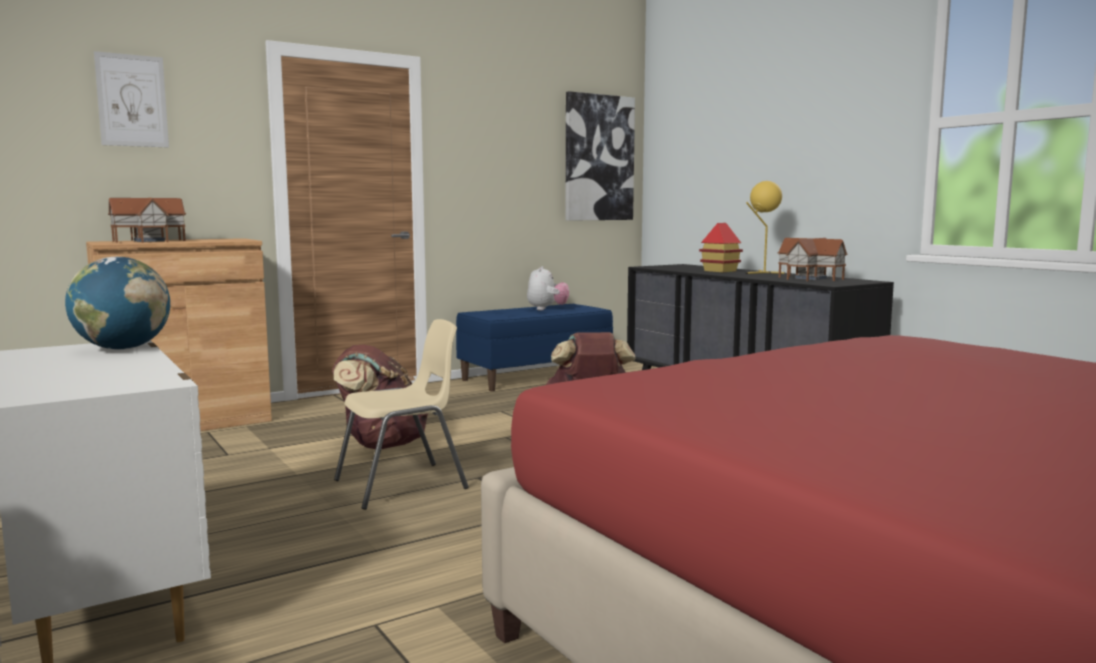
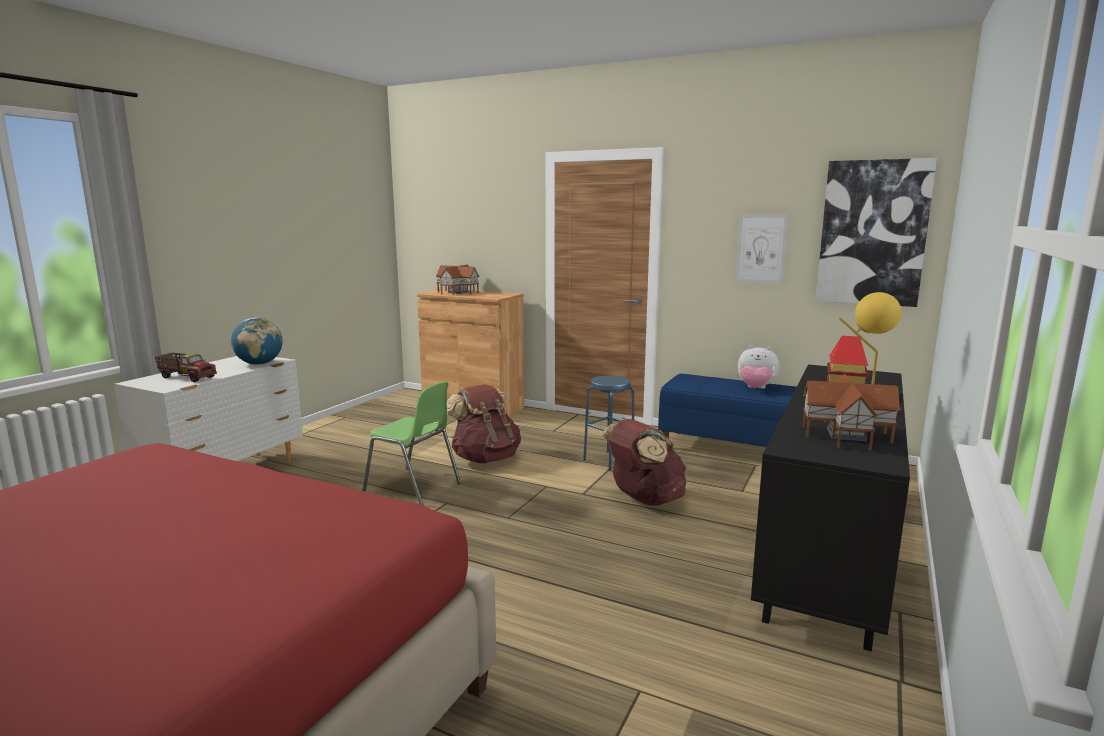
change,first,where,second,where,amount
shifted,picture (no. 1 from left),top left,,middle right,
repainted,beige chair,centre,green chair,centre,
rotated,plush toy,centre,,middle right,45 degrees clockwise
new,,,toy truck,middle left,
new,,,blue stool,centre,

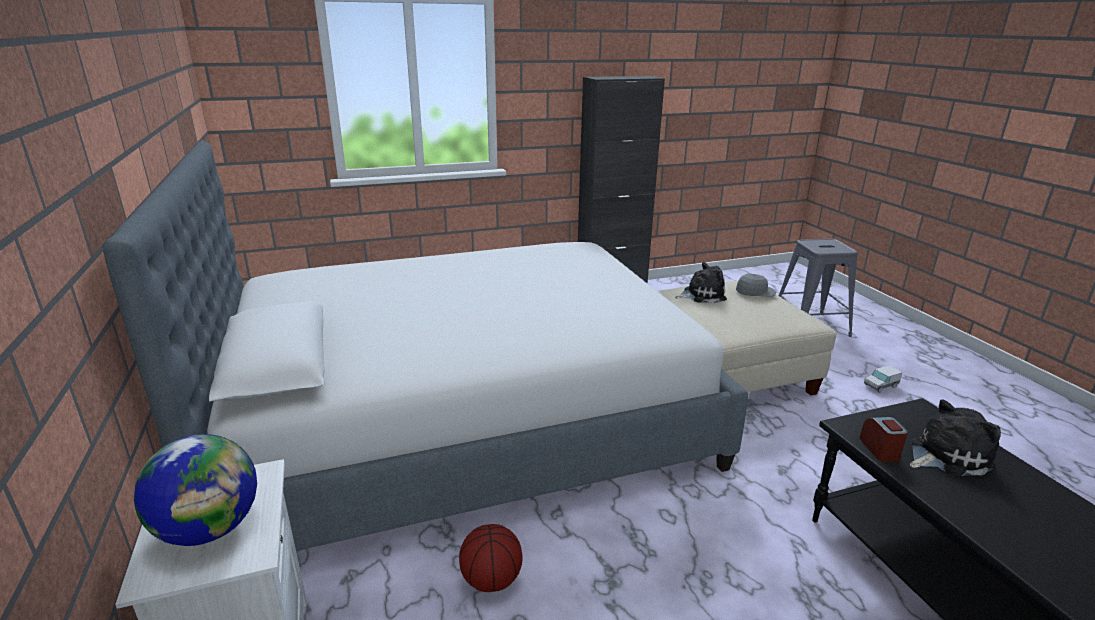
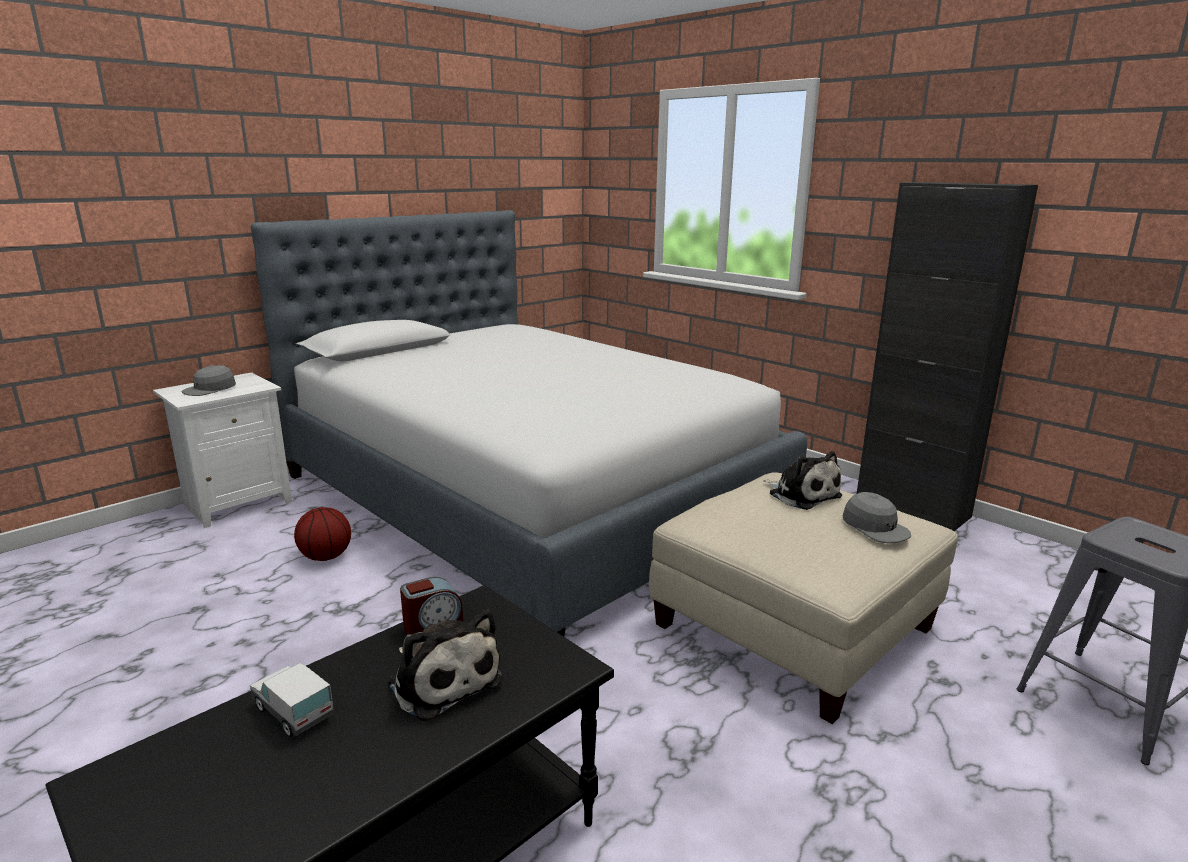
change,first,where,second,where,amount
swapped,globe,bottom left,grey cap (no. 1 from left),middle left,
shifted,toy truck,middle right,,bottom left,

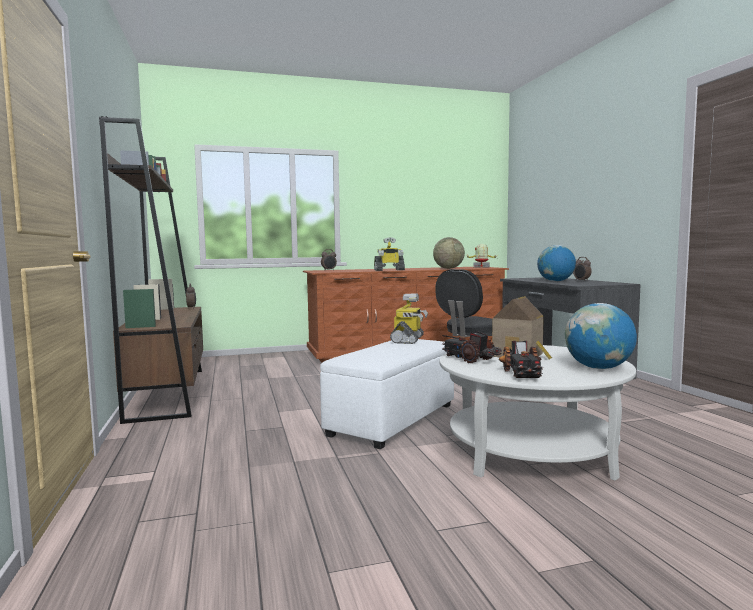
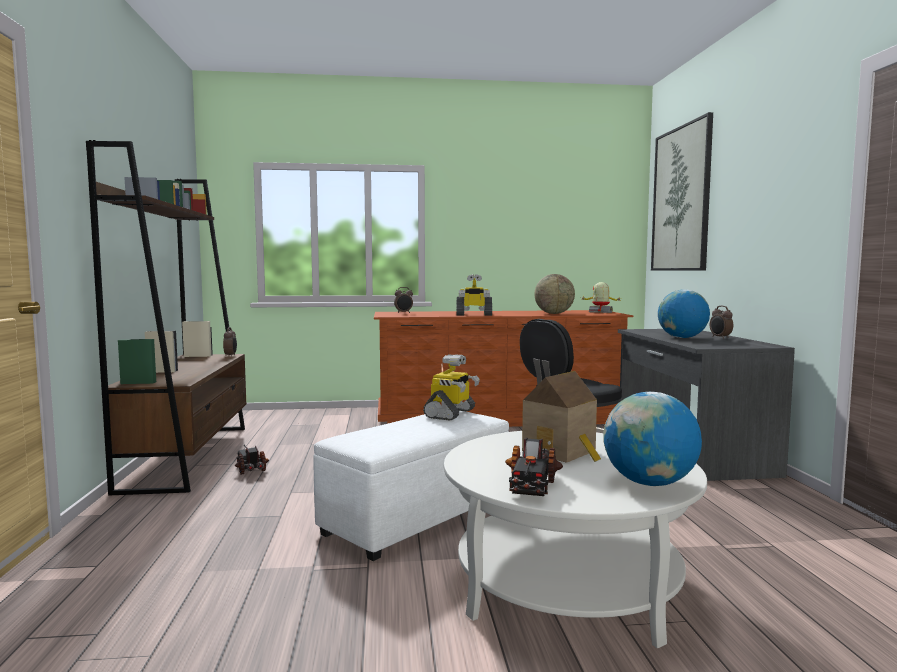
change,first,where,second,where,amount
shifted,toy truck (no. 1 from left),centre,,bottom left,
new,,,picture,top right,

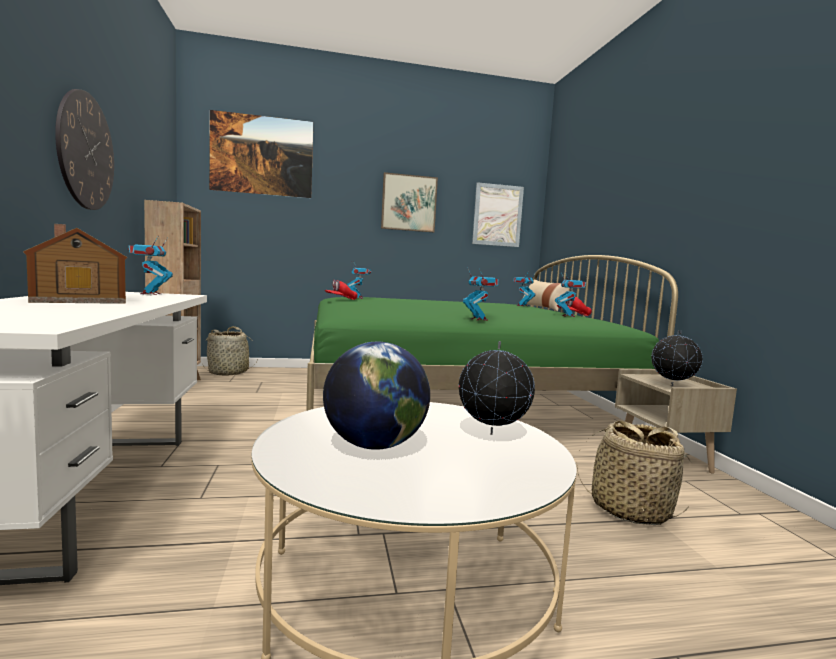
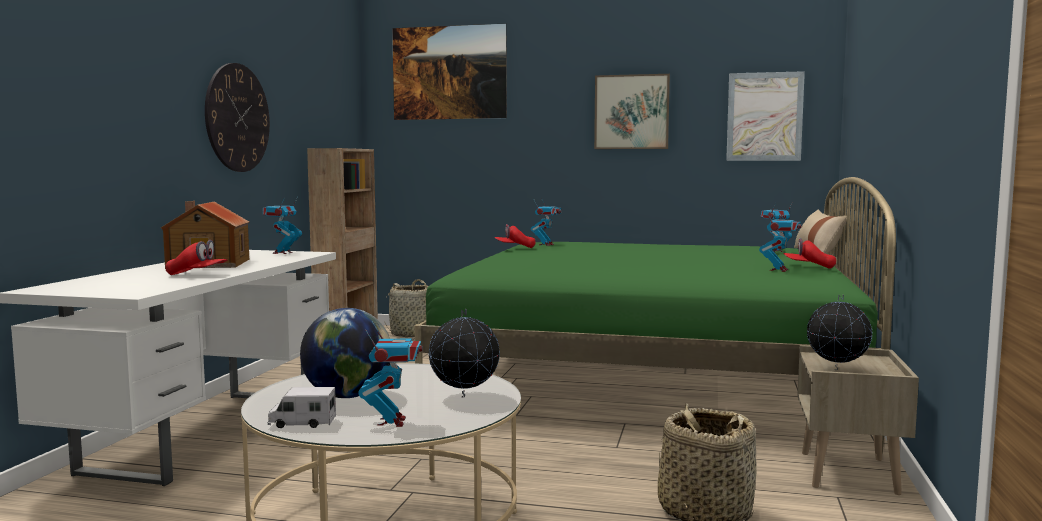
change,first,where,second,where,amount
shifted,toy robot (no. 3 from left in the first image),centre,toy robot (no. 2 from left),bottom centre,
new,,,red cap (no. 1 from left),middle left,
new,,,toy truck,bottom left,

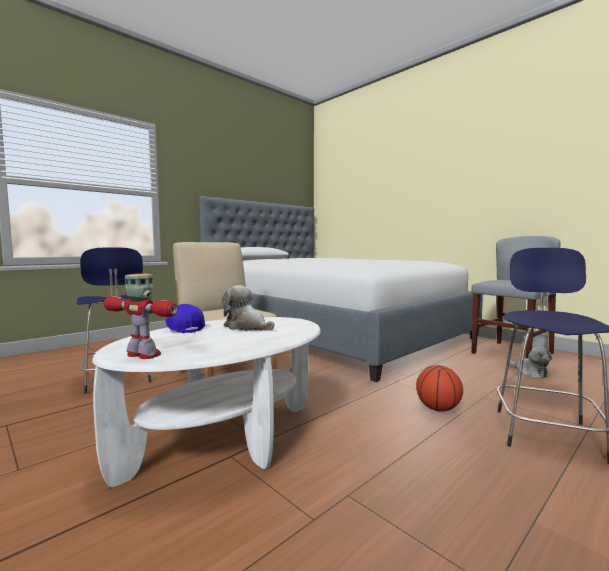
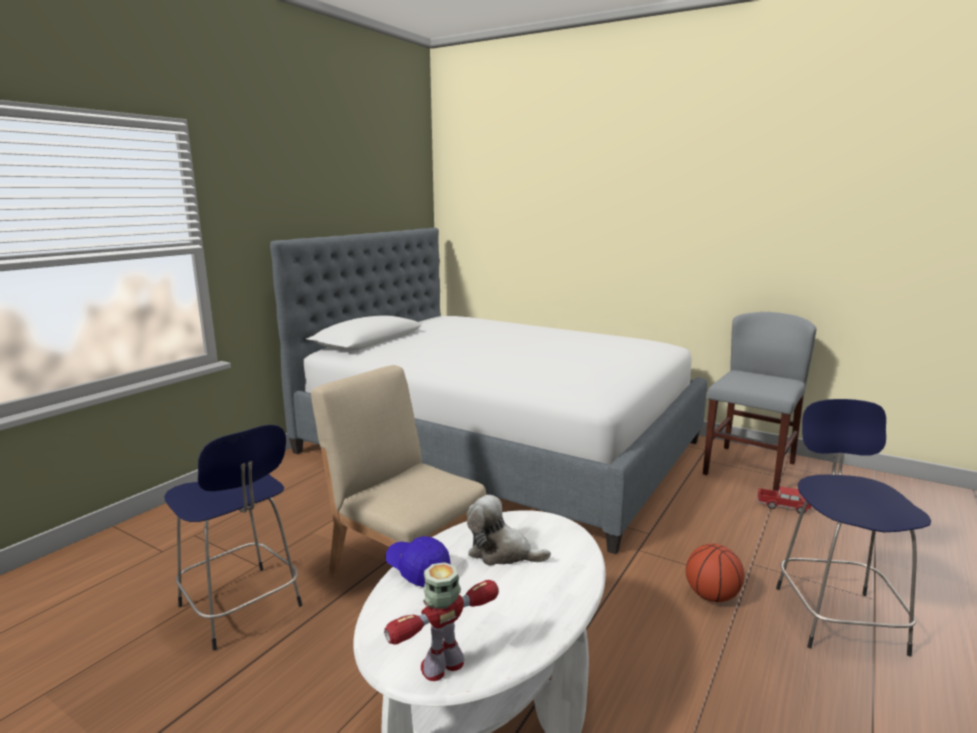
change,first,where,second,where,amount
rotated,toy robot,middle left,,bottom centre,45 degrees counterclockwise
swapped,plush toy (no. 2 from left),middle right,toy truck,bottom right,

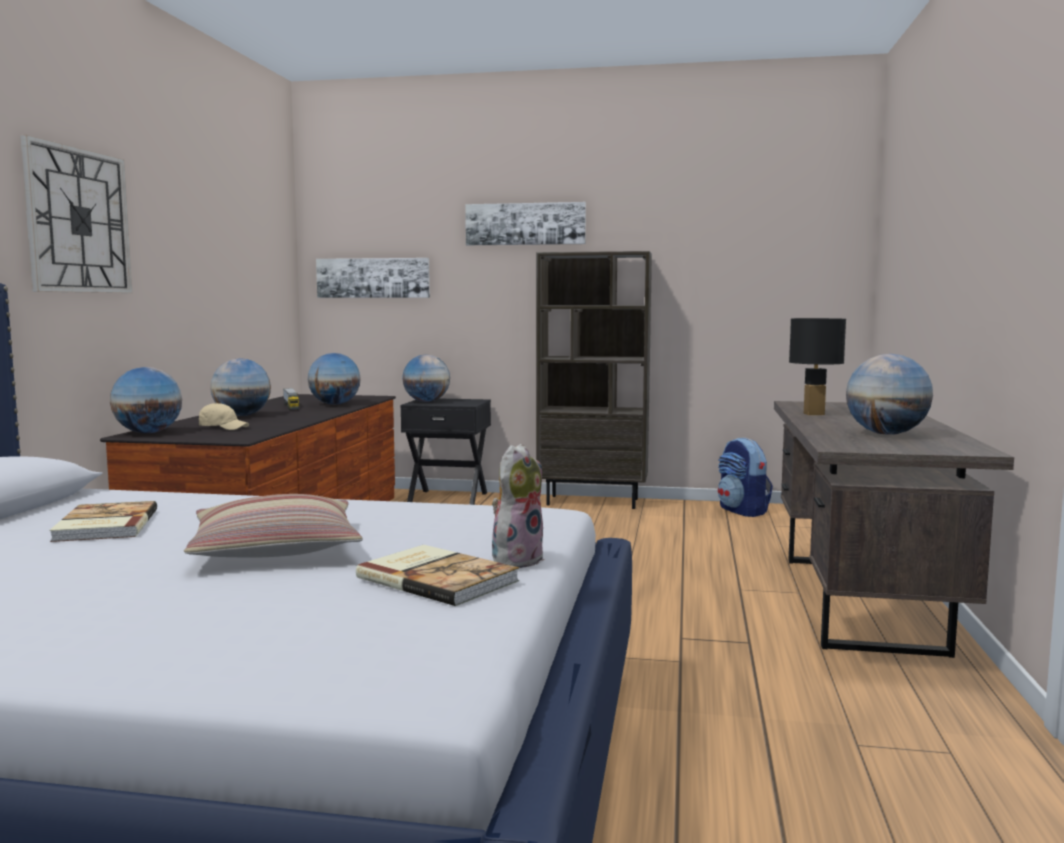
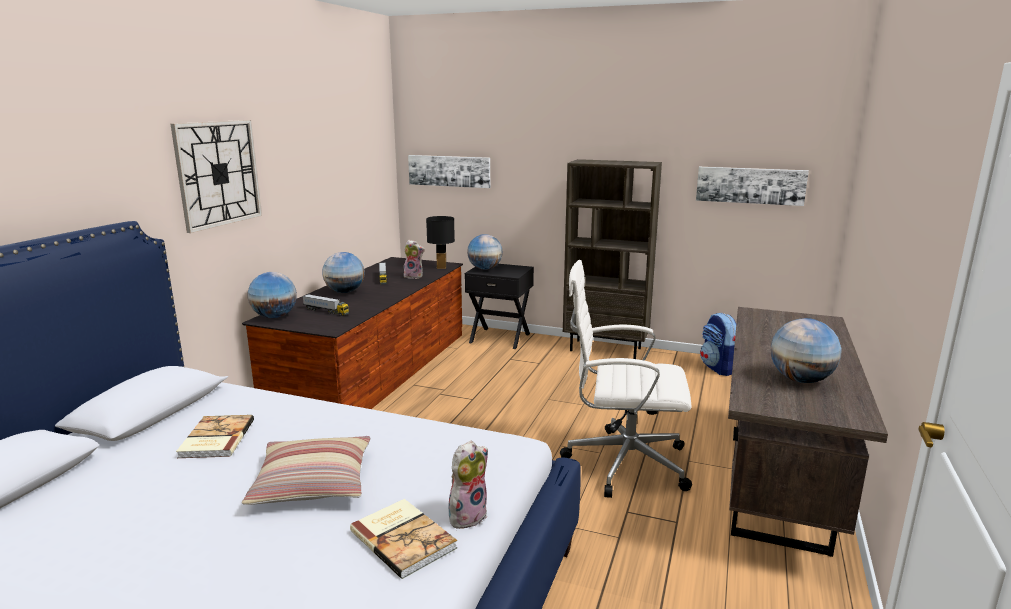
change,first,where,second,where,amount
swapped,beige cap,middle left,toy truck (no. 1 from left),middle left,
swapped,globe (no. 3 from left),middle left,plush toy (no. 1 from left),centre,
shifted,picture (no. 2 from left),top centre,,top right,
shifted,black table lamp,middle right,,centre,
new,,,white office chair,centre,

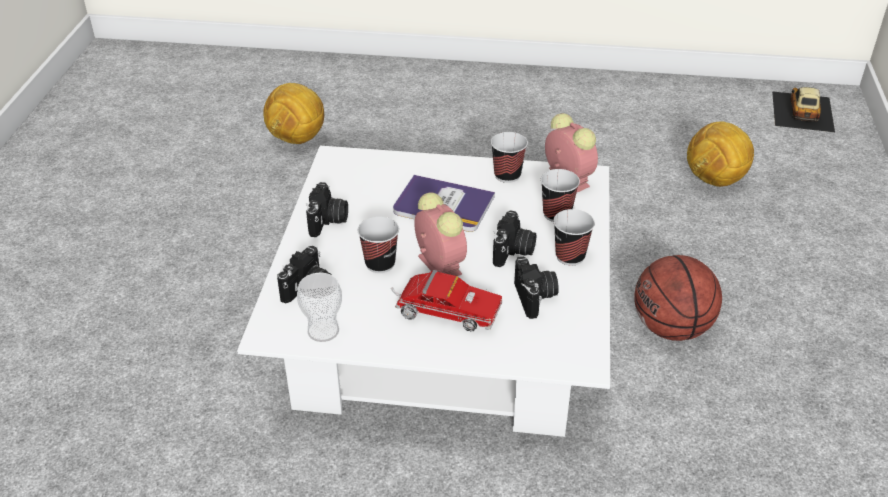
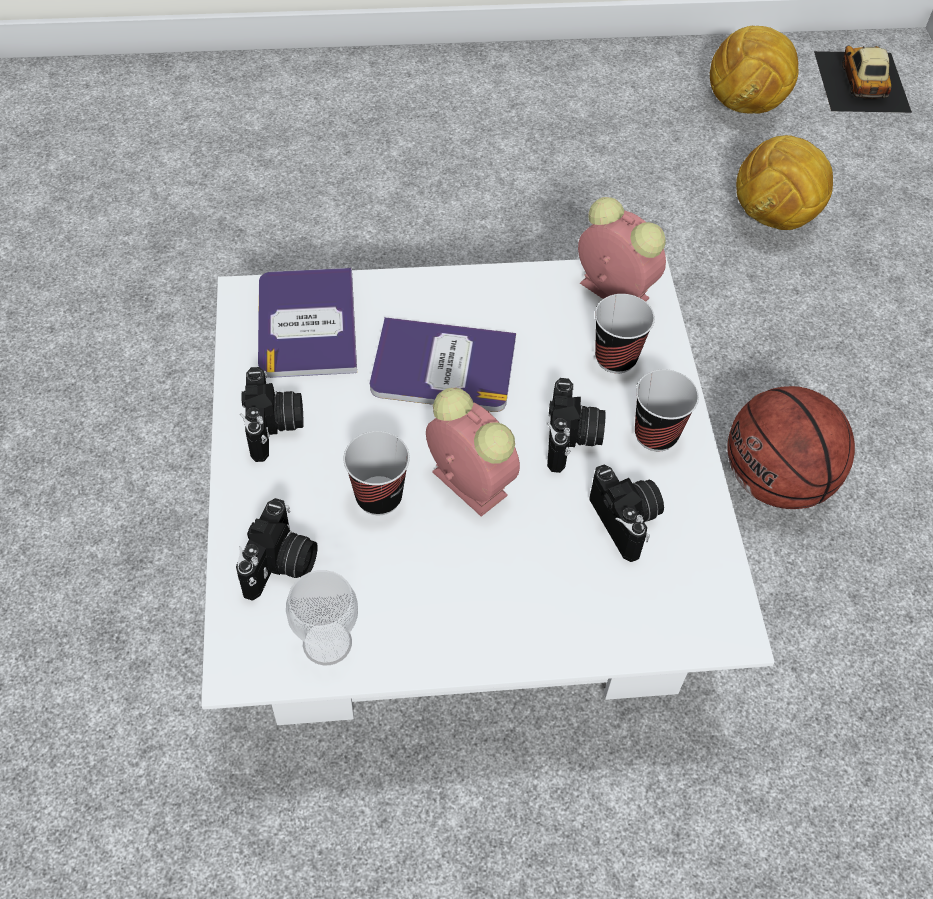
change,first,where,second,where,amount
shifted,football (no. 1 from left),top left,,top right,
gone,toy truck,centre,,,
gone,cup (no. 3 from left),top centre,,,
new,,,book (no. 1 from left),middle left,

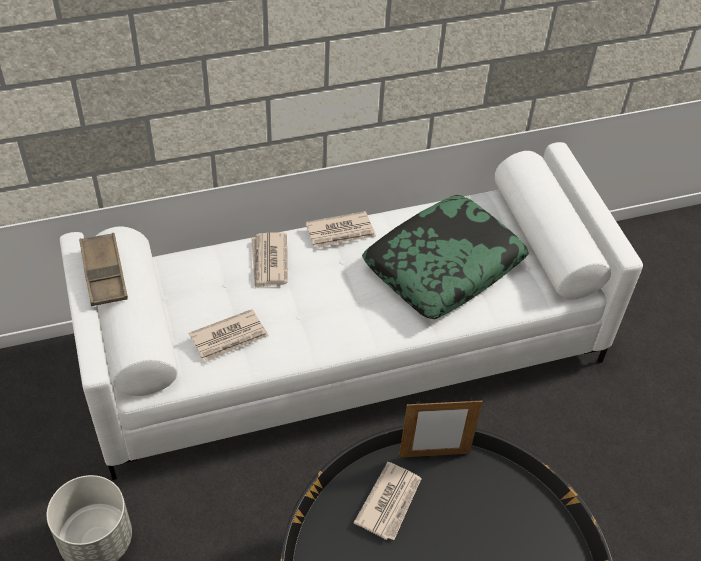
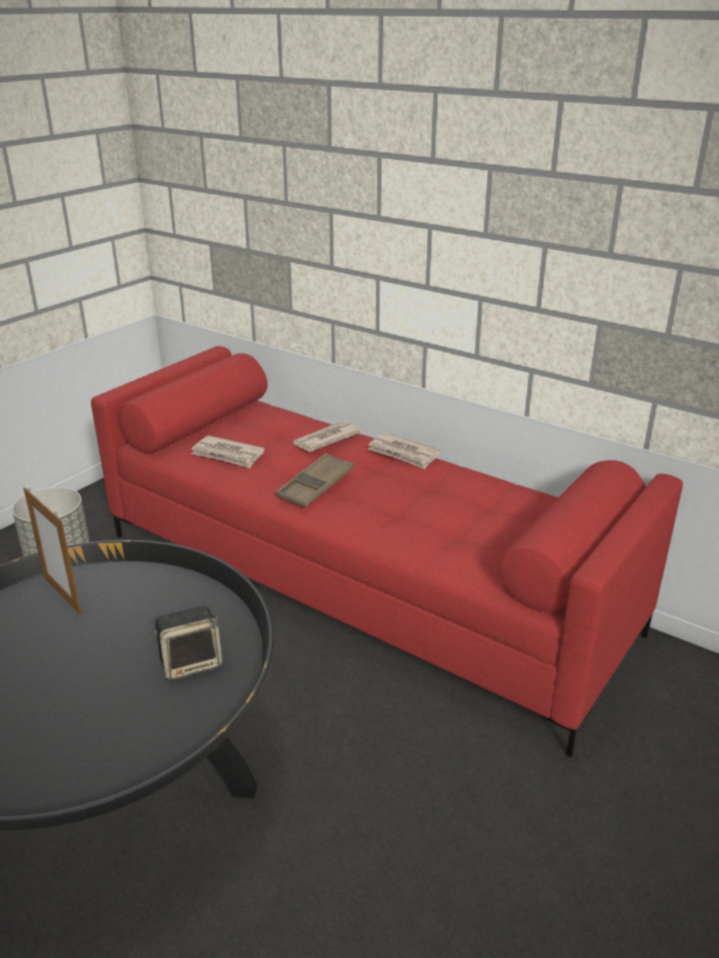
change,first,where,second,where,amount
repainted,white sofa,centre,red sofa,centre,
shifted,brown tray,middle left,,centre,
gone,newspaper (no. 4 from left),bottom centre,,,
gone,pillow,centre,,,
shifted,picture frame,bottom centre,,middle left,
new,,,speaker,bottom left,

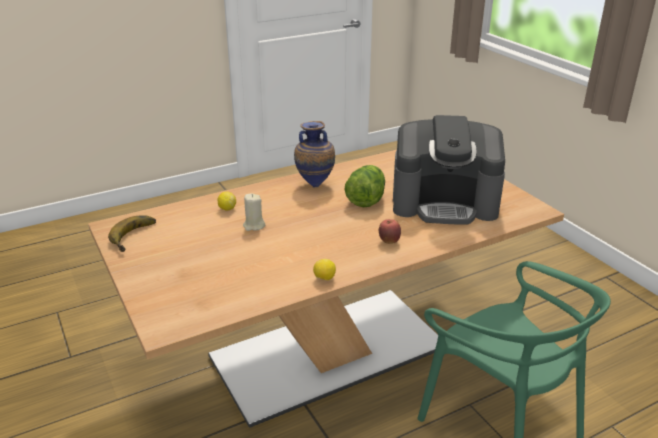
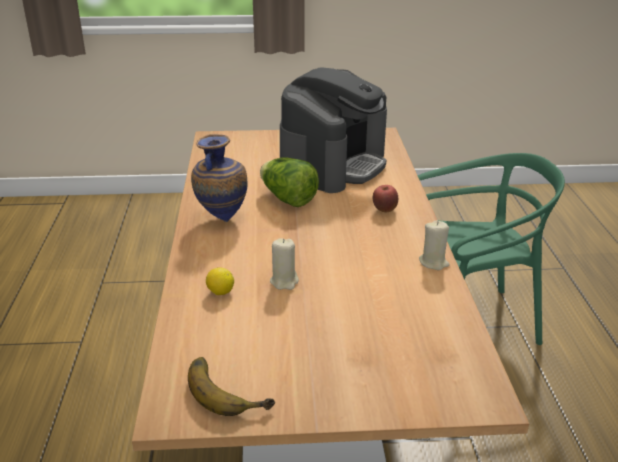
change,first,where,second,where,amount
swapped,lemon (no. 2 from left),centre,beige candle (no. 2 from left),middle right,

